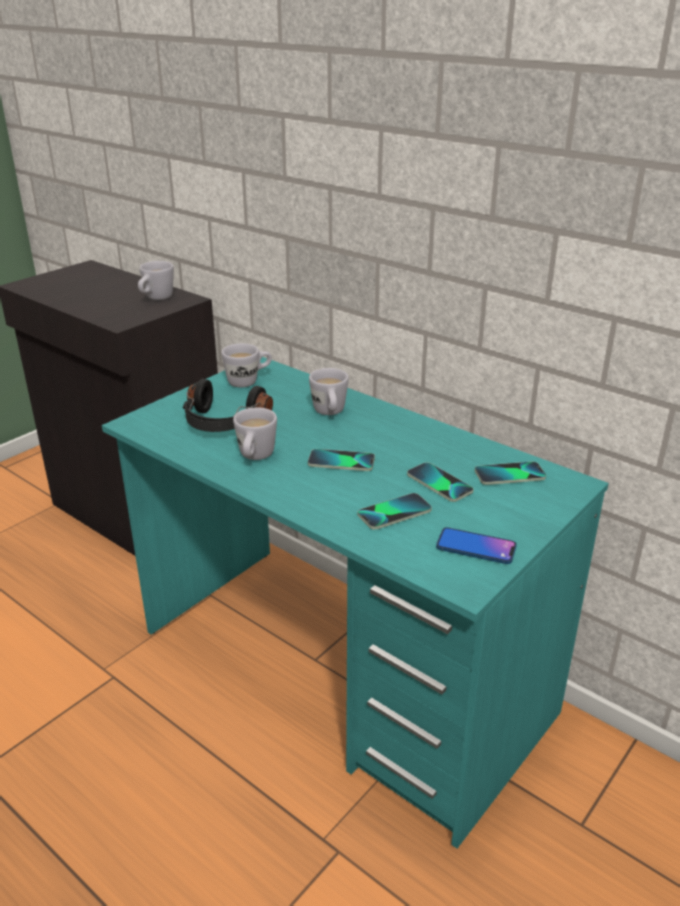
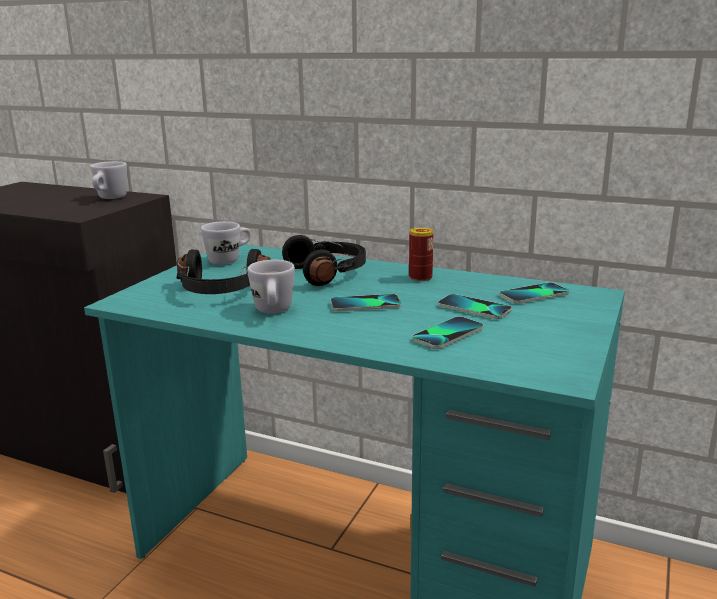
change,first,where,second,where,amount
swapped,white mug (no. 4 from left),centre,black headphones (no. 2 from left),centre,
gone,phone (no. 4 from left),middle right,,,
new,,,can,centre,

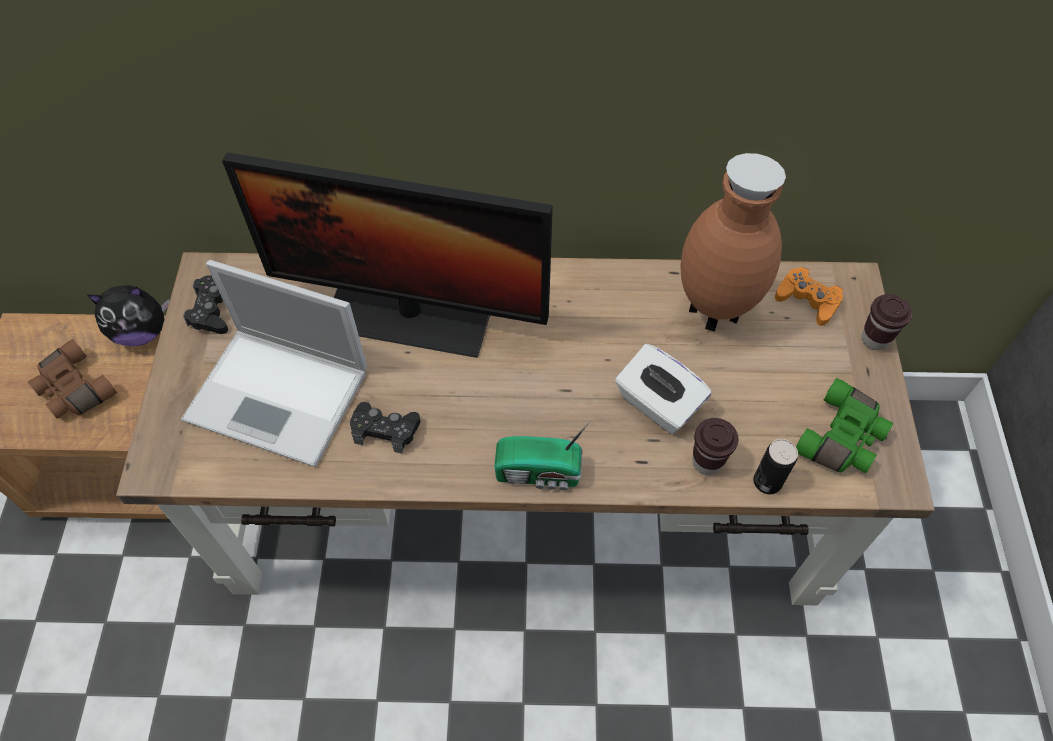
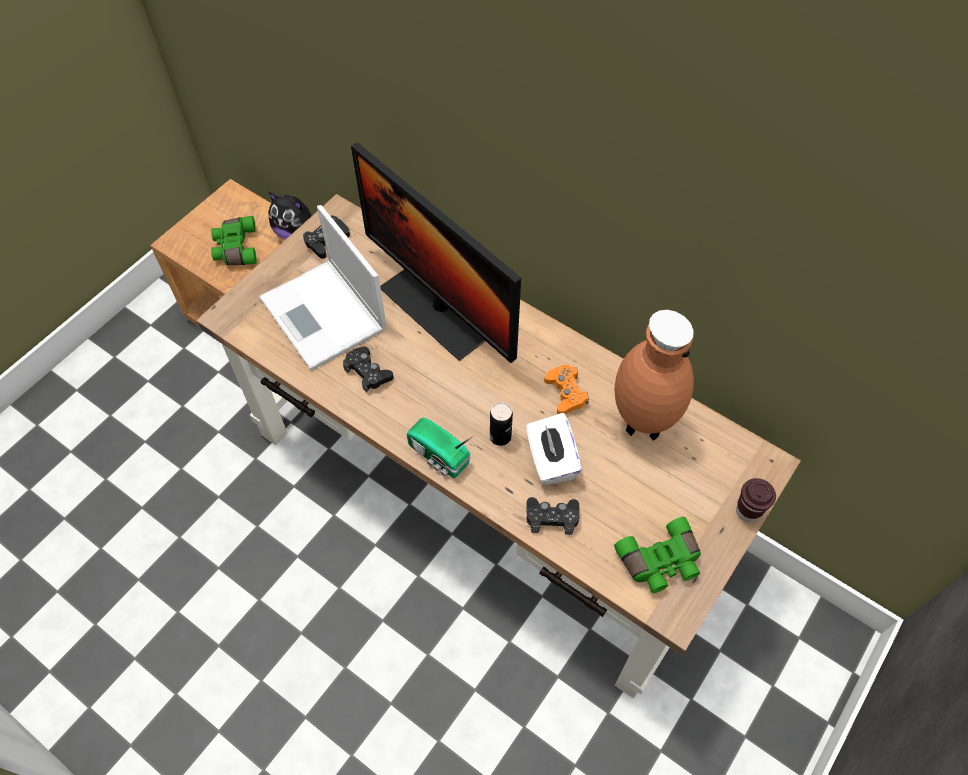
change,first,where,second,where,amount
repainted,brown binoculars,middle left,green binoculars (no. 1 from left),top left,
swapped,brown cup (no. 1 from left),middle right,black game controller (no. 3 from left),centre,
shifted,can,middle right,,centre,
shifted,orange game controller,middle right,,centre,

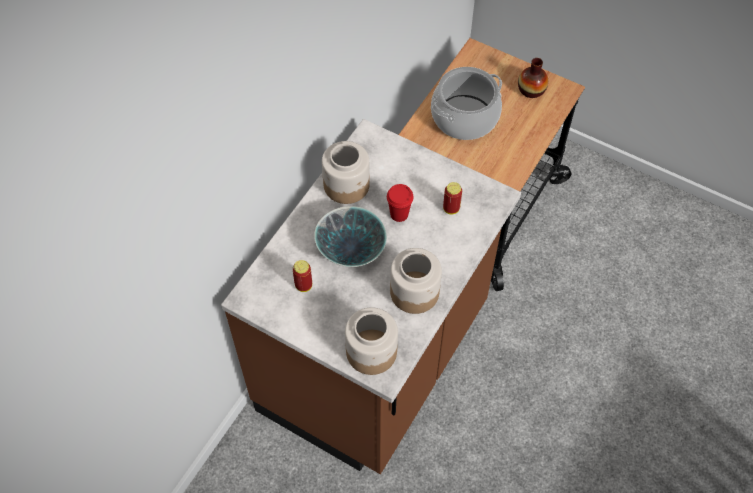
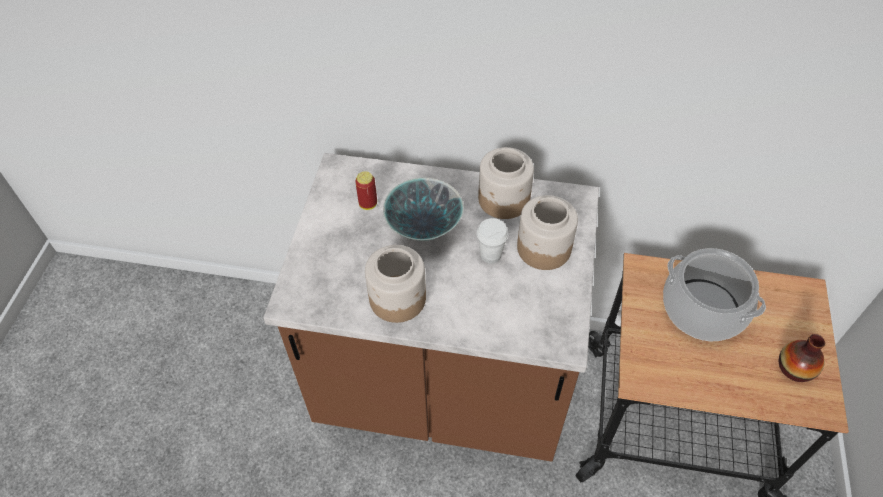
change,first,where,second,where,amount
shifted,jar (no. 2 from left in the first image),bottom centre,jar (no. 3 from left),centre,
repainted,red cup,centre,white cup,centre,
gone,can (no. 2 from left),centre,,,

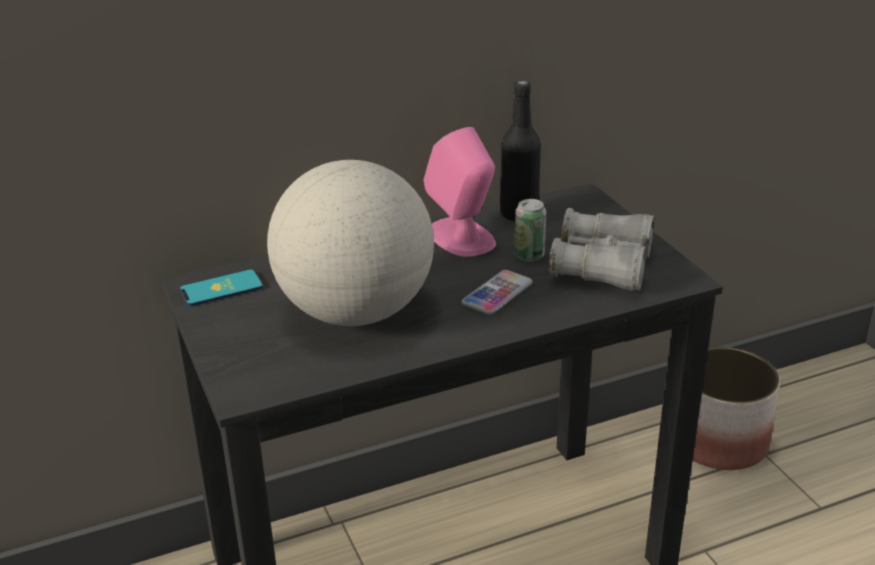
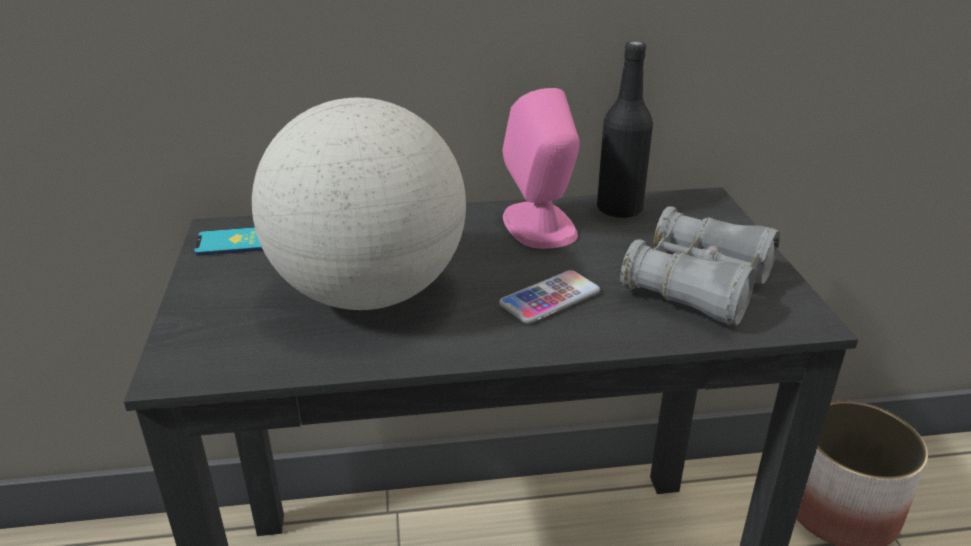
change,first,where,second,where,amount
gone,can,centre,,,

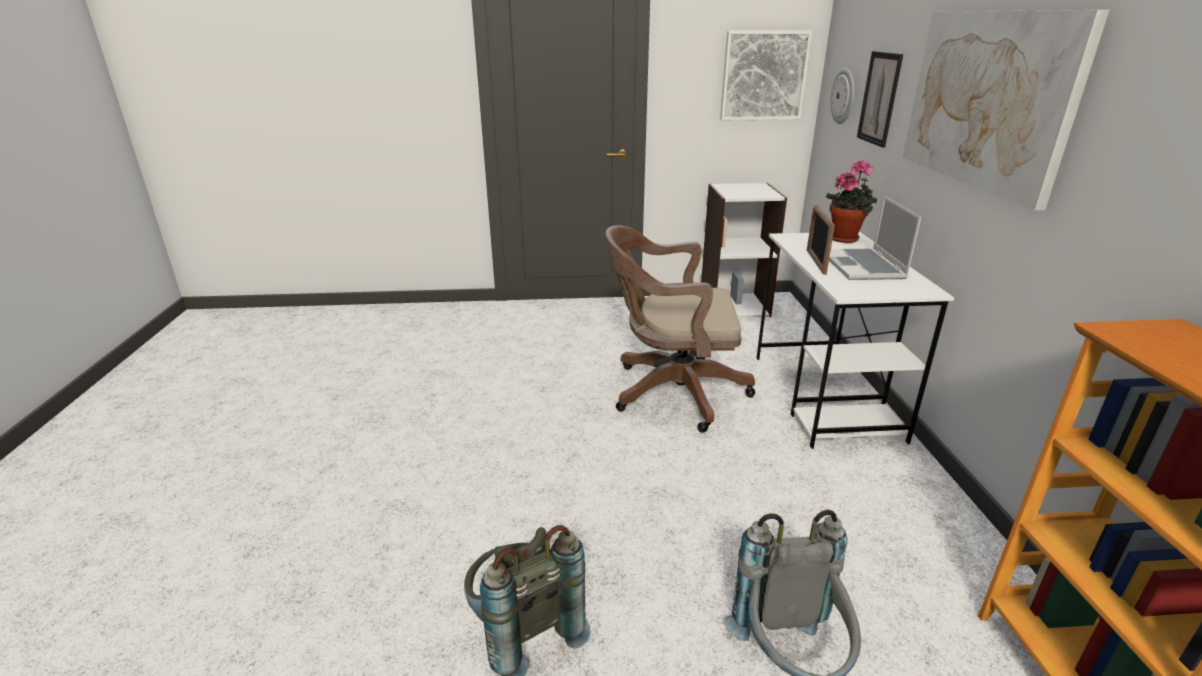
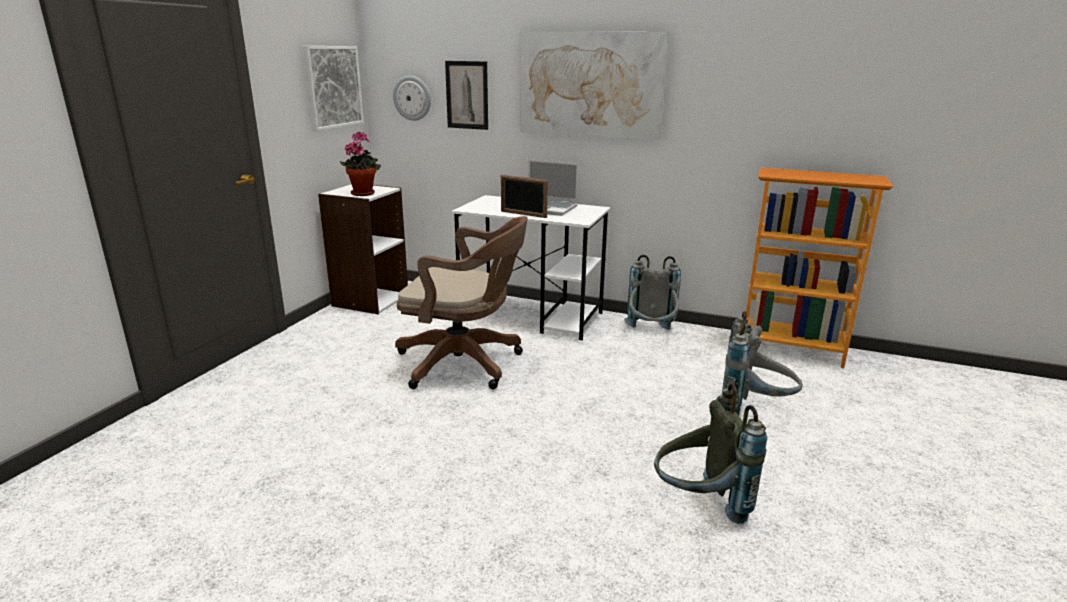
change,first,where,second,where,amount
rotated,brown office chair,centre,,centre,105 degrees counterclockwise
shifted,potted plant,top right,,top centre,
new,,,grey backpack (no. 1 from left),centre,

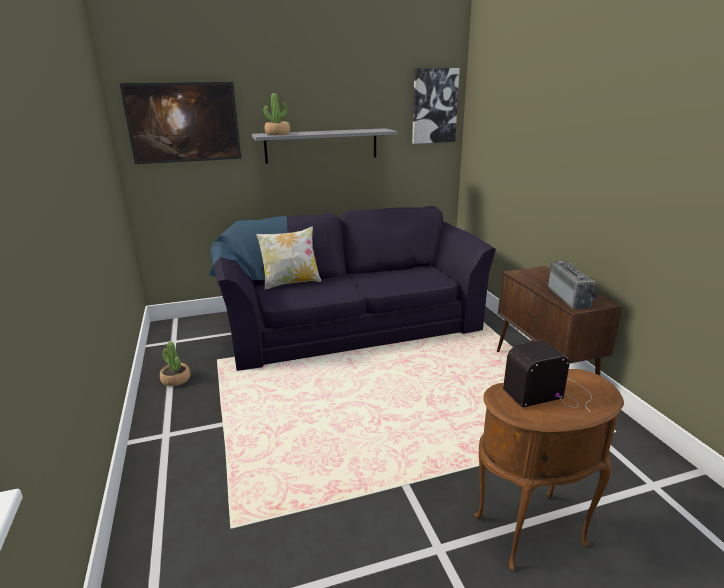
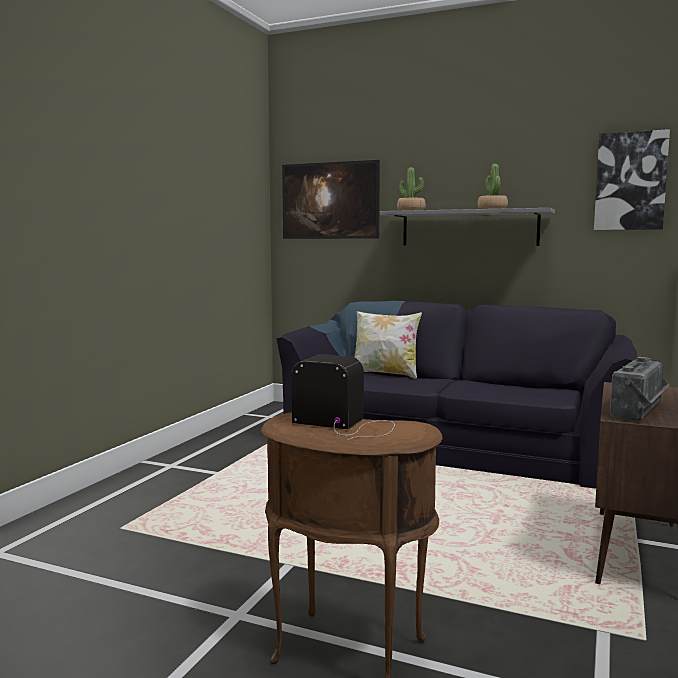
change,first,where,second,where,amount
shifted,potted plant (no. 1 from left in the first image),middle left,potted plant (no. 2 from left),top right,

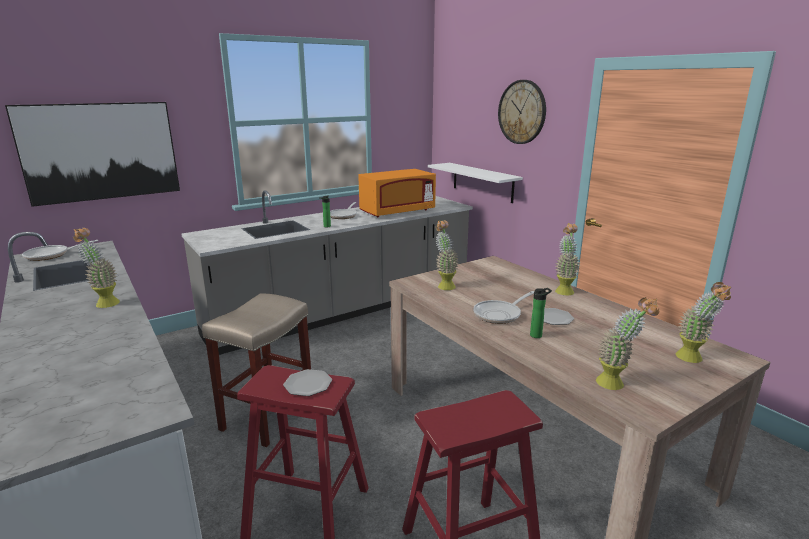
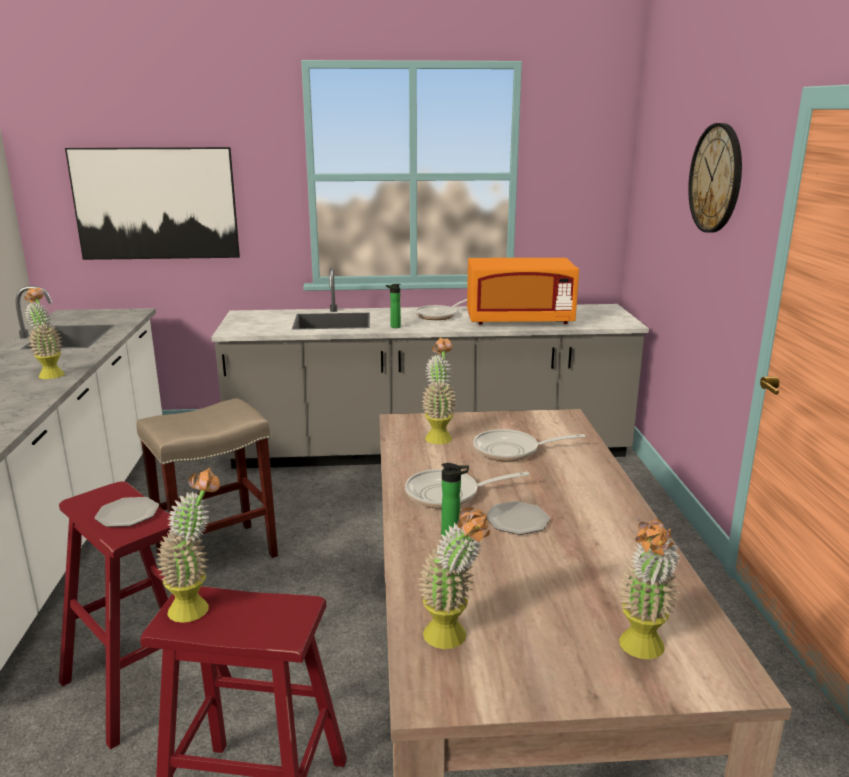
change,first,where,second,where,amount
shifted,frying pan (no. 1 from left in the first image),middle left,frying pan (no. 3 from left),centre,
gone,white shelf,centre,,,
shifted,potted plant (no. 3 from left in the first image),middle right,potted plant (no. 2 from left),bottom left,

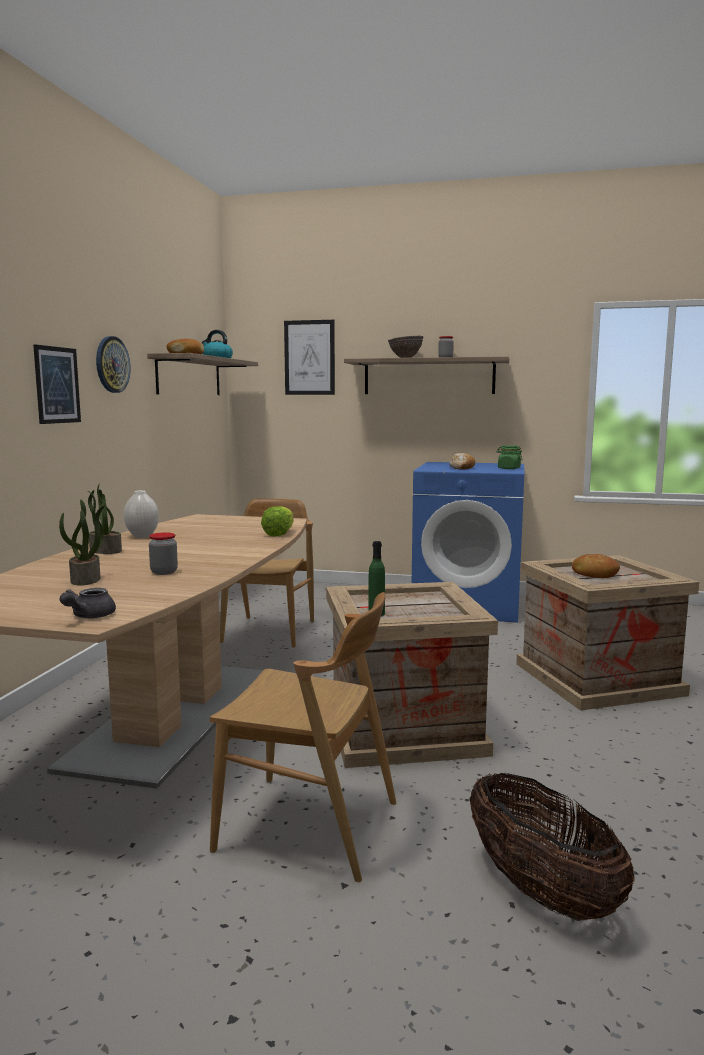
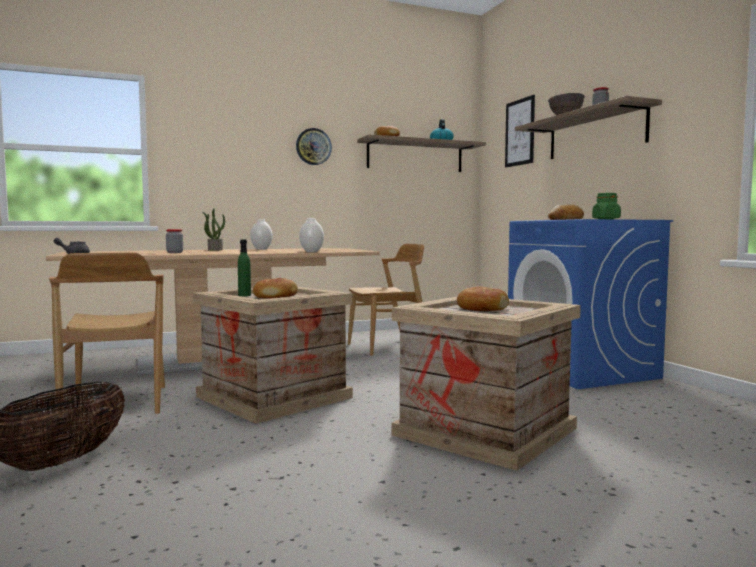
change,first,where,second,where,amount
gone,picture (no. 1 from left),middle left,,,
gone,potted plant (no. 1 from left),middle left,,,
swapped,lettuce,centre,white vase (no. 2 from left),centre,
new,,,bread (no. 1 from left),centre,

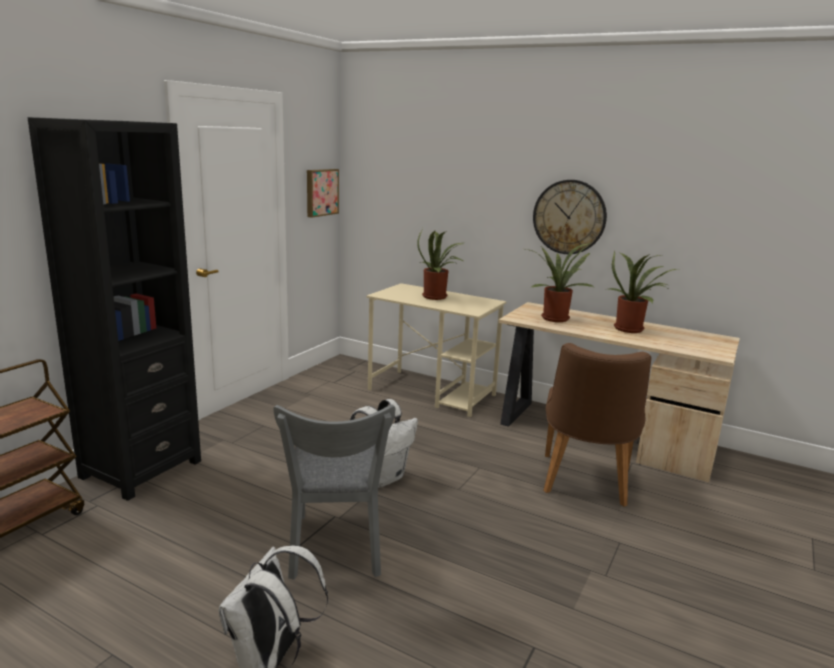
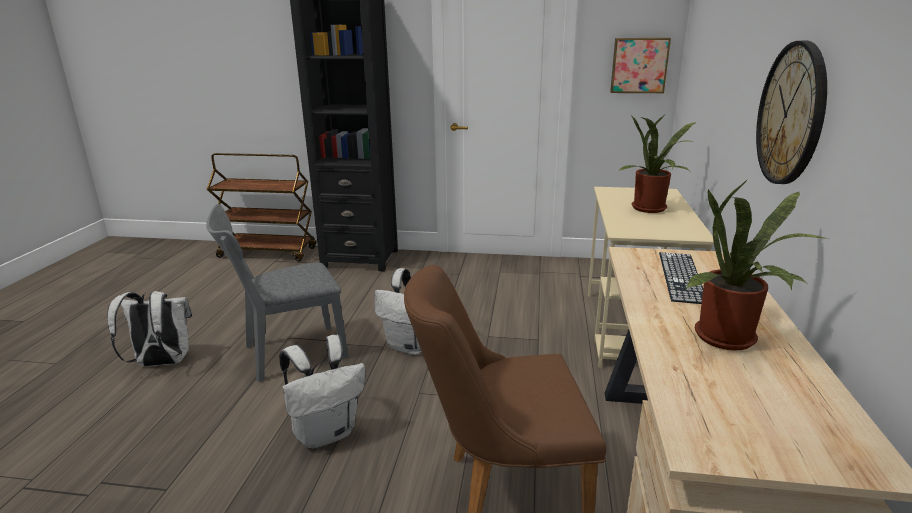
change,first,where,second,where,amount
swapped,potted plant (no. 2 from left),middle right,keyboard,middle right,
new,,,white backpack (no. 2 from left),bottom centre,

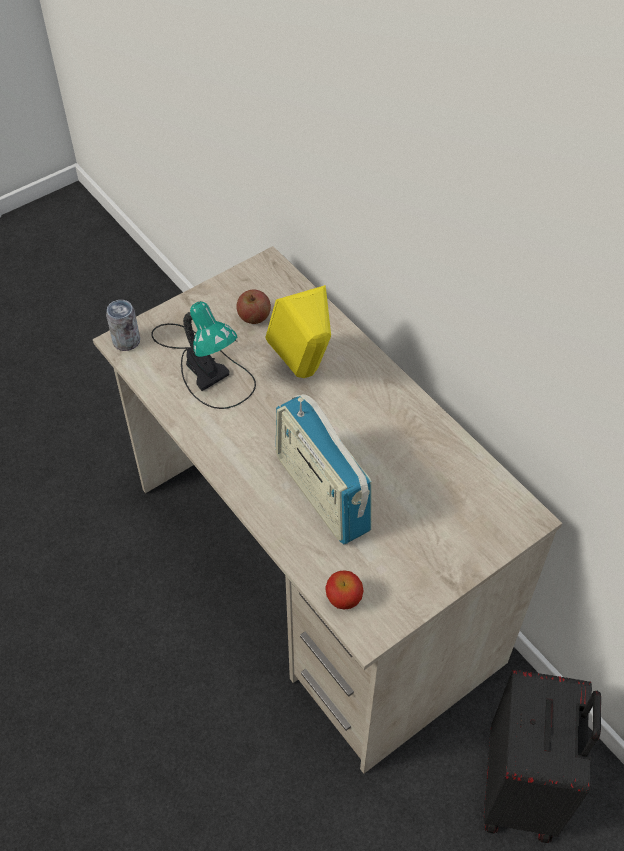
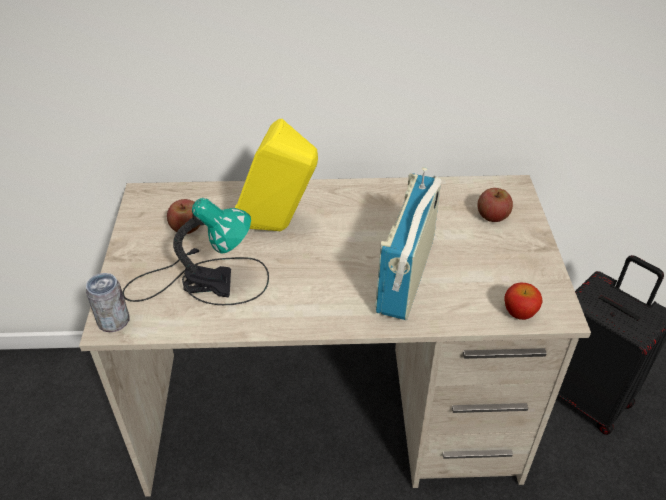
change,first,where,second,where,amount
rotated,radio,centre,,centre,105 degrees clockwise
new,,,apple (no. 2 from left),middle right,

